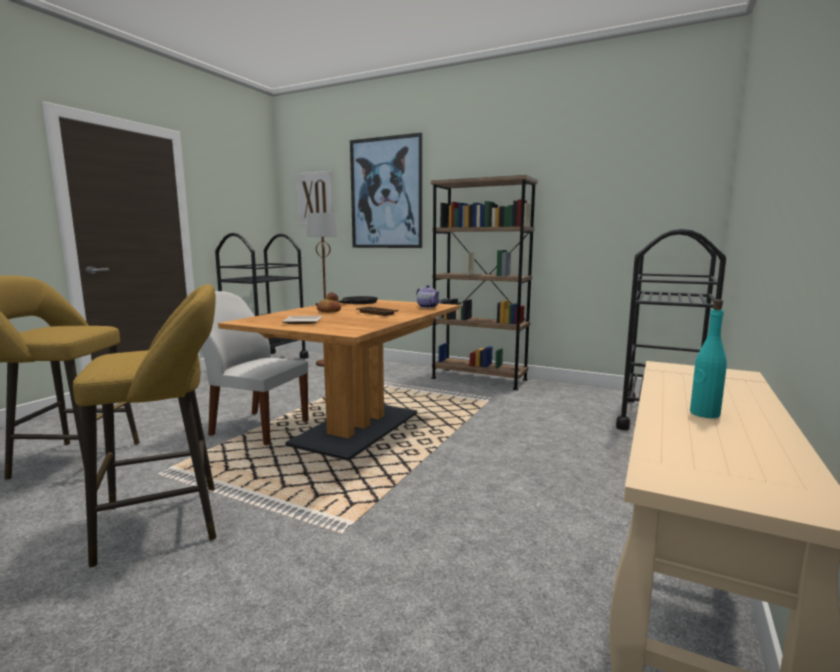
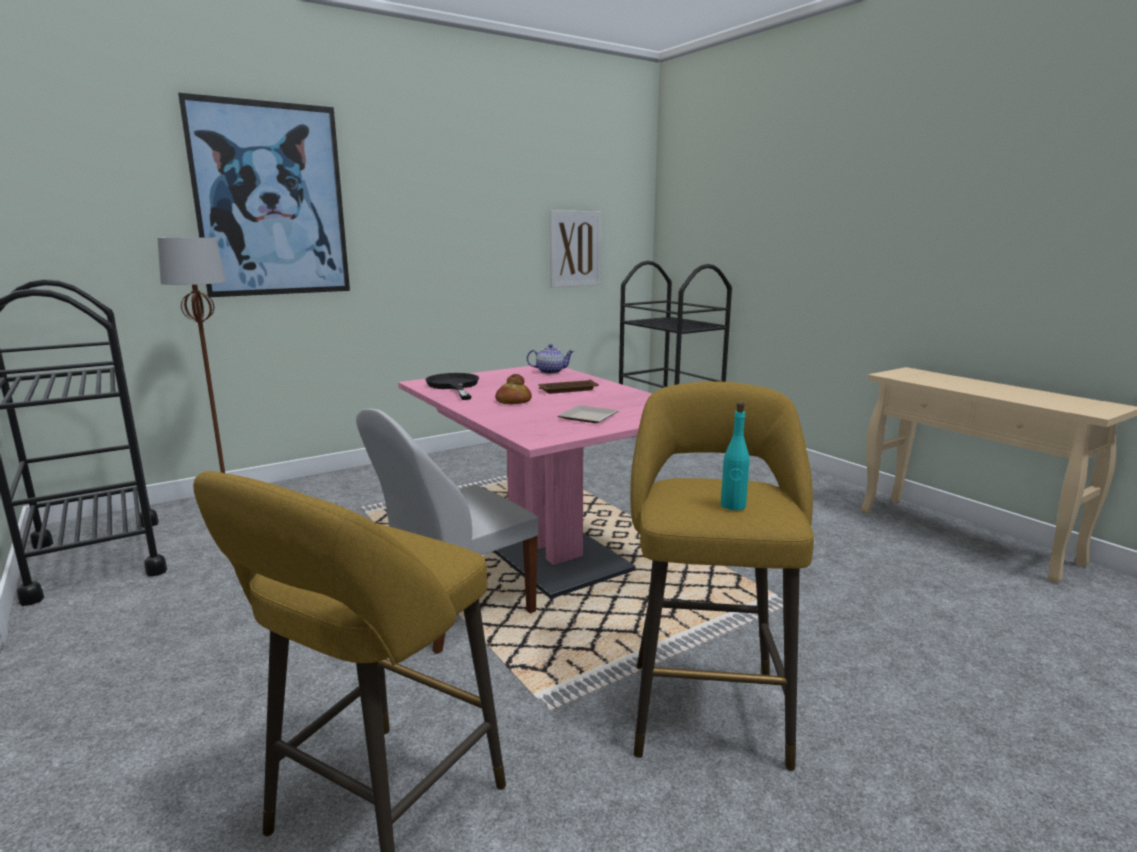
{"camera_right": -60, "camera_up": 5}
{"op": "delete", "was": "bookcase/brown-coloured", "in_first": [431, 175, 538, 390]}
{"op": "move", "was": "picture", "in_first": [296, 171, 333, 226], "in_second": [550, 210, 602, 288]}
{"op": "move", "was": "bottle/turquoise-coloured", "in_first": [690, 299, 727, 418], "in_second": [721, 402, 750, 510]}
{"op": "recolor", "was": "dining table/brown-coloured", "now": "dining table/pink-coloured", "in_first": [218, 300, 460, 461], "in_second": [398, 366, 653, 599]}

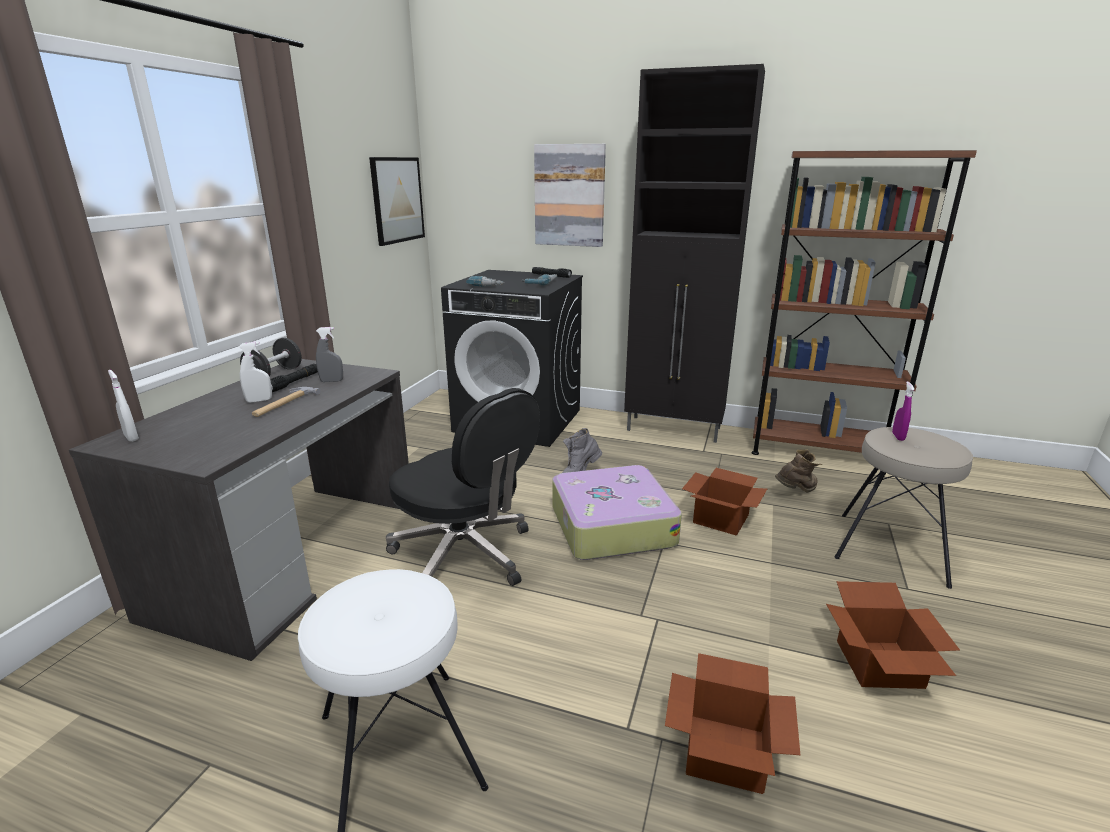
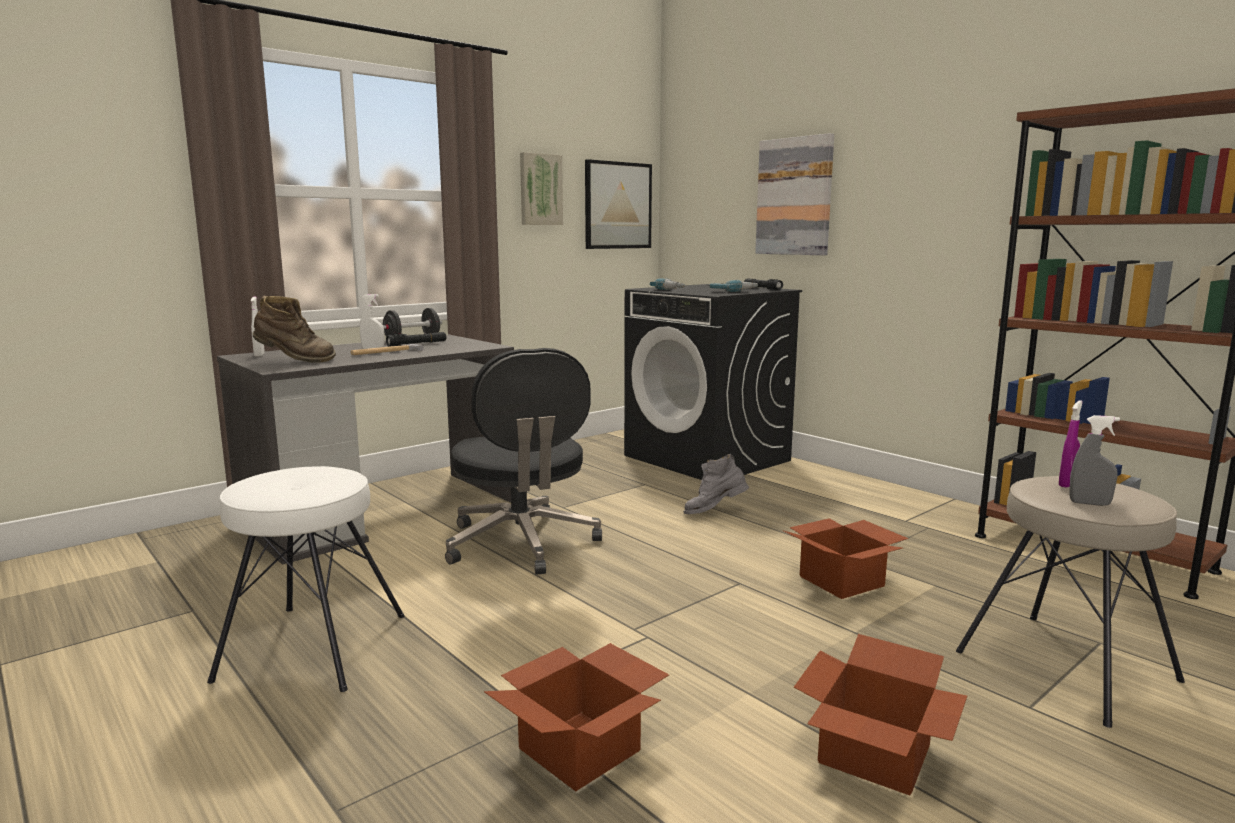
{"camera_right": 30, "camera_up": -10}
{"op": "delete", "was": "piece of luggage", "in_first": [552, 465, 682, 560]}
{"op": "delete", "was": "cabinet/blackish", "in_first": [624, 64, 765, 443]}
{"op": "insert", "now": "picture", "in_second": [520, 152, 563, 225]}
{"op": "move", "was": "sprayer/gray", "in_first": [316, 327, 343, 382], "in_second": [1070, 415, 1120, 506]}
{"op": "move", "was": "boot/brown-coloured", "in_first": [775, 449, 822, 493], "in_second": [253, 295, 336, 363]}

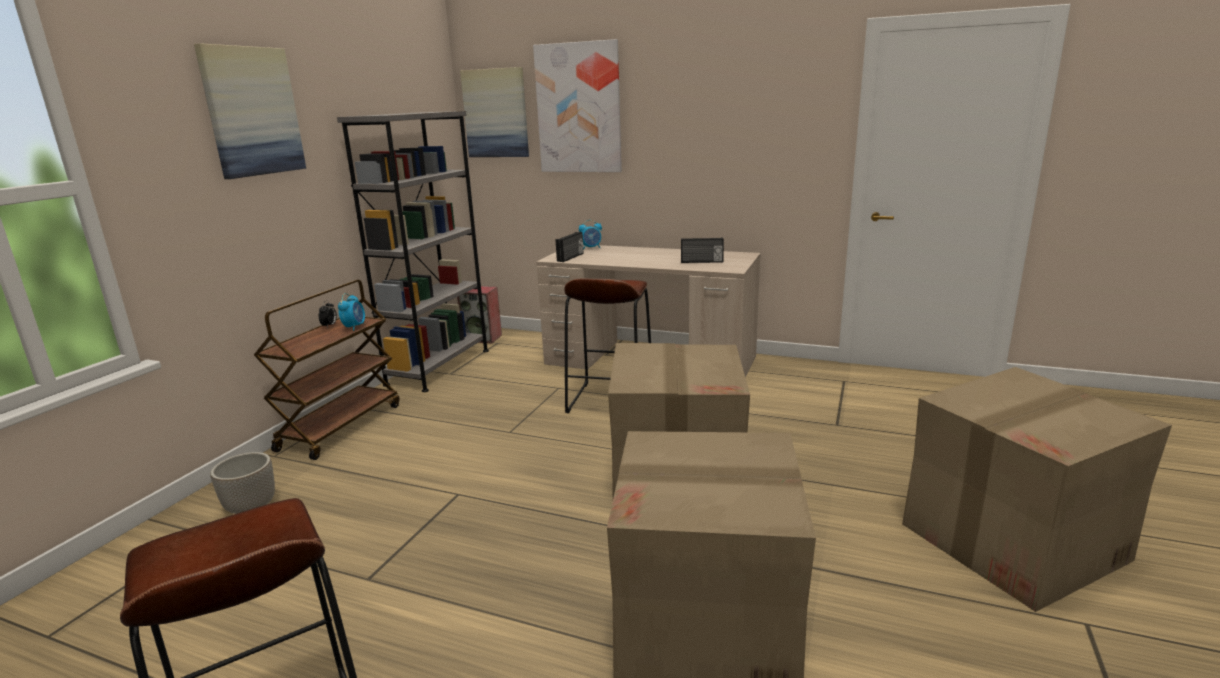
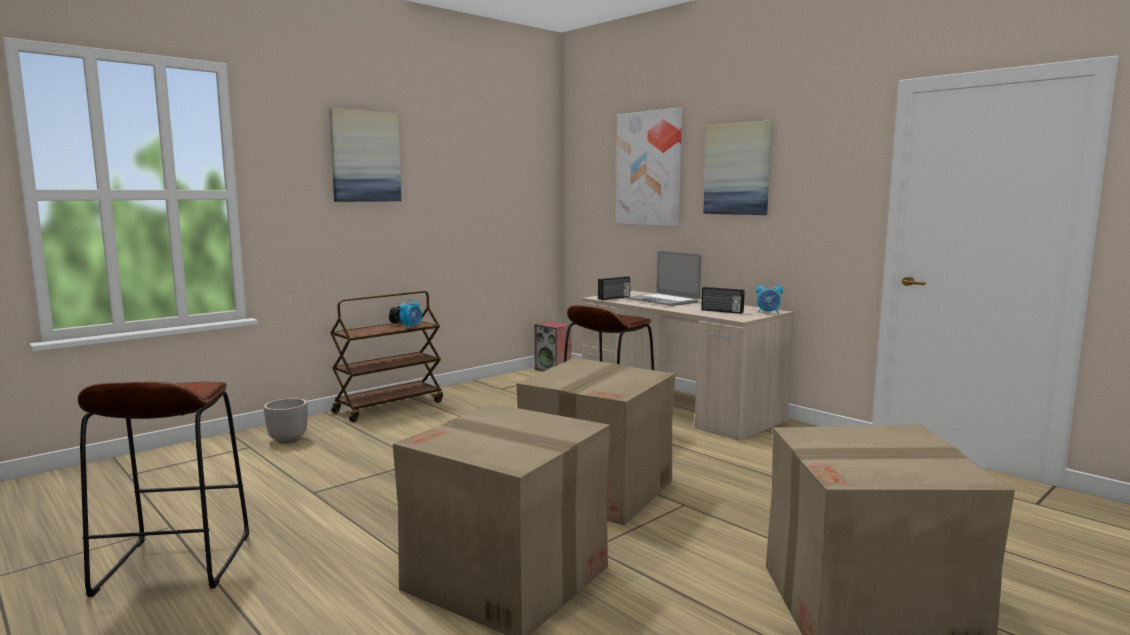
{"camera_right": 25, "camera_up": -10}
{"op": "delete", "was": "bookcase/gray", "in_first": [337, 111, 489, 392]}
{"op": "insert", "now": "notebook computer", "in_second": [627, 251, 702, 306]}
{"op": "move", "was": "picture", "in_first": [460, 67, 529, 157], "in_second": [703, 120, 772, 215]}
{"op": "move", "was": "alarm clock", "in_first": [579, 220, 602, 250], "in_second": [756, 281, 783, 313]}

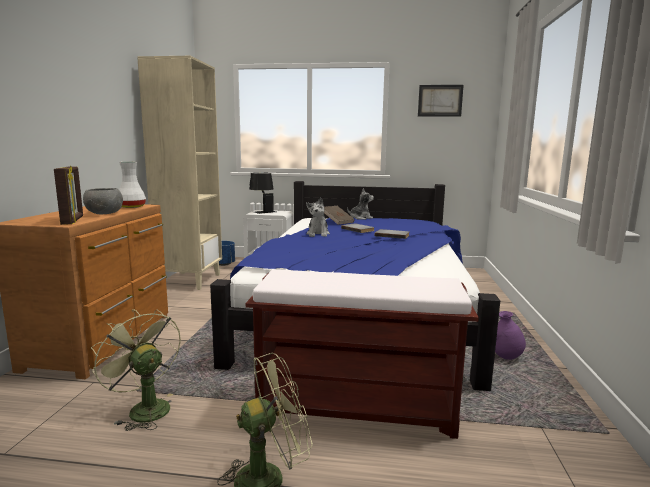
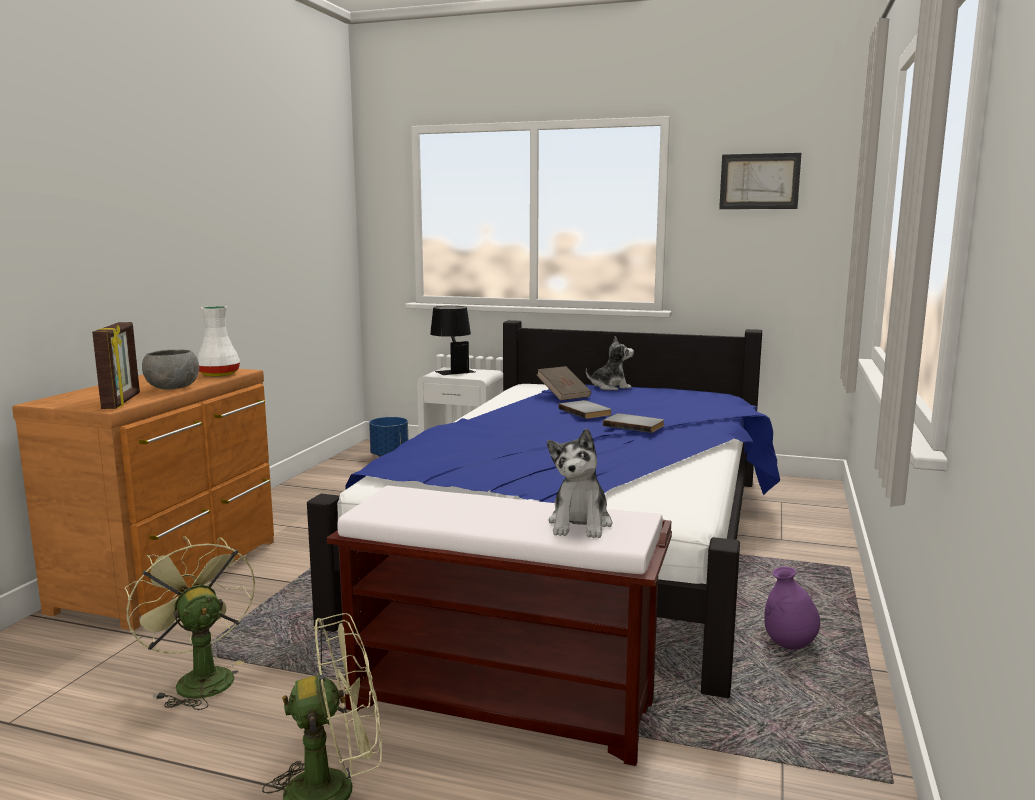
{"camera_right": 10, "camera_up": 0}
{"op": "delete", "was": "bookcase/sand-coloured", "in_first": [137, 56, 222, 290]}
{"op": "move", "was": "soft toy", "in_first": [306, 197, 330, 237], "in_second": [547, 429, 613, 538]}

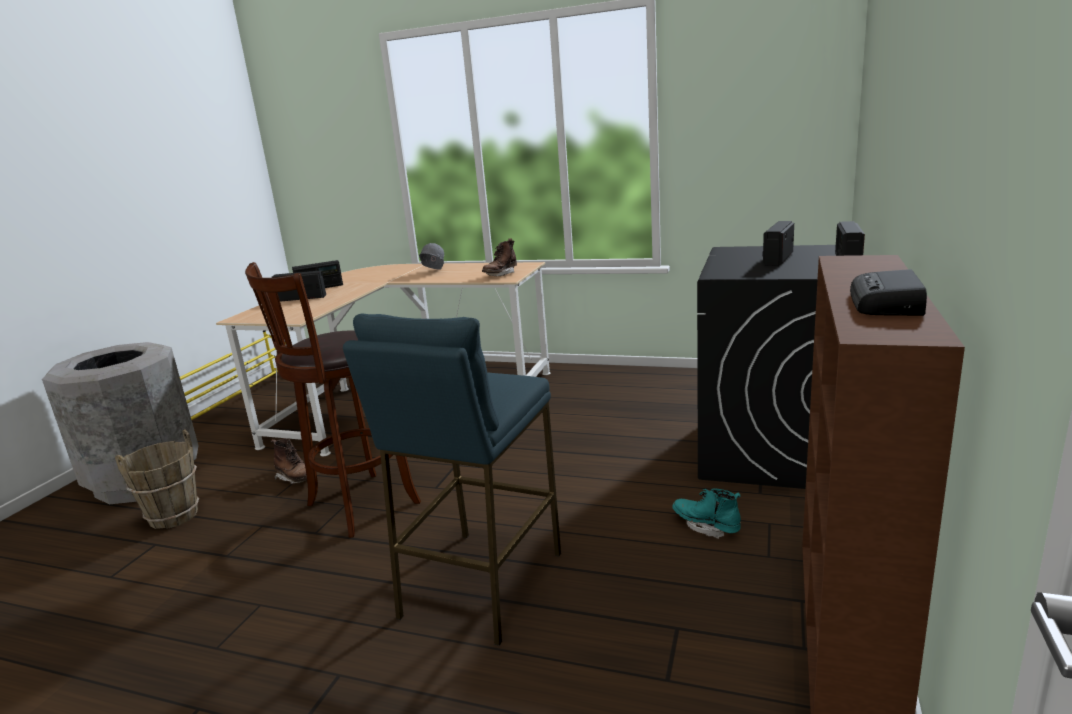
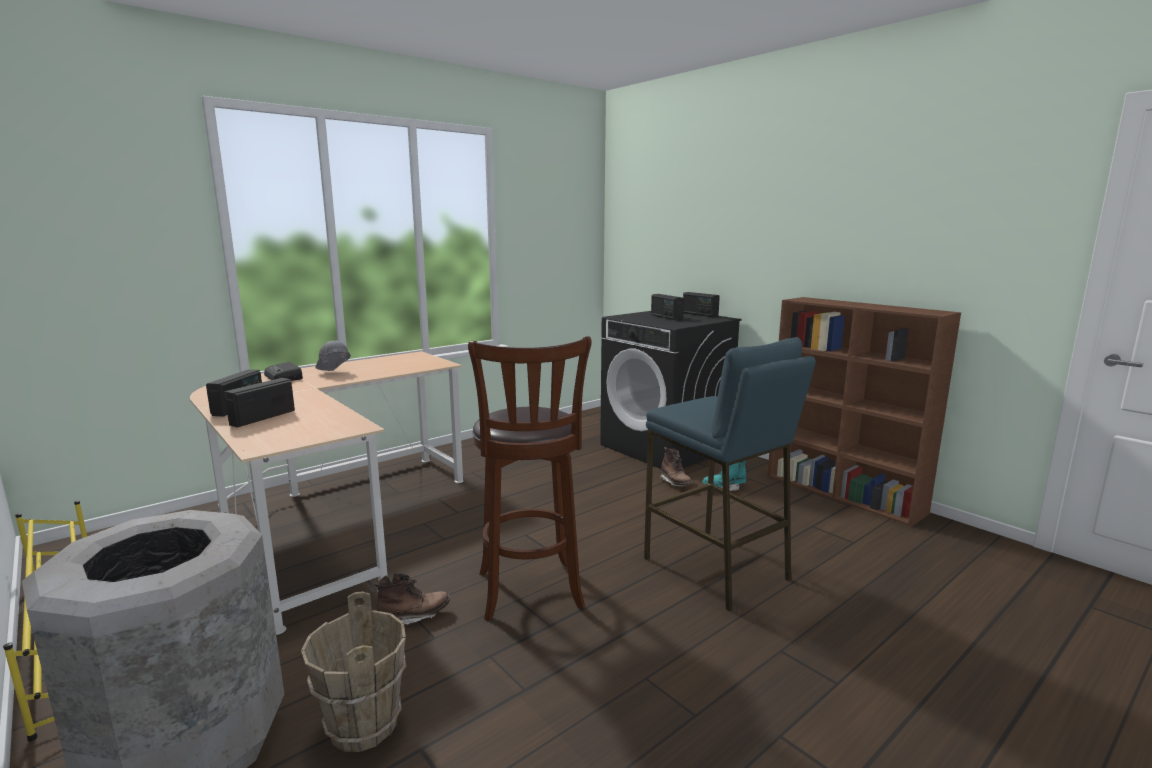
{"camera_right": -60, "camera_up": -5}
{"op": "move", "was": "boot/brown-coloured", "in_first": [482, 238, 517, 276], "in_second": [660, 447, 692, 487]}
{"op": "move", "was": "radio receiver", "in_first": [850, 269, 927, 316], "in_second": [264, 362, 303, 381]}

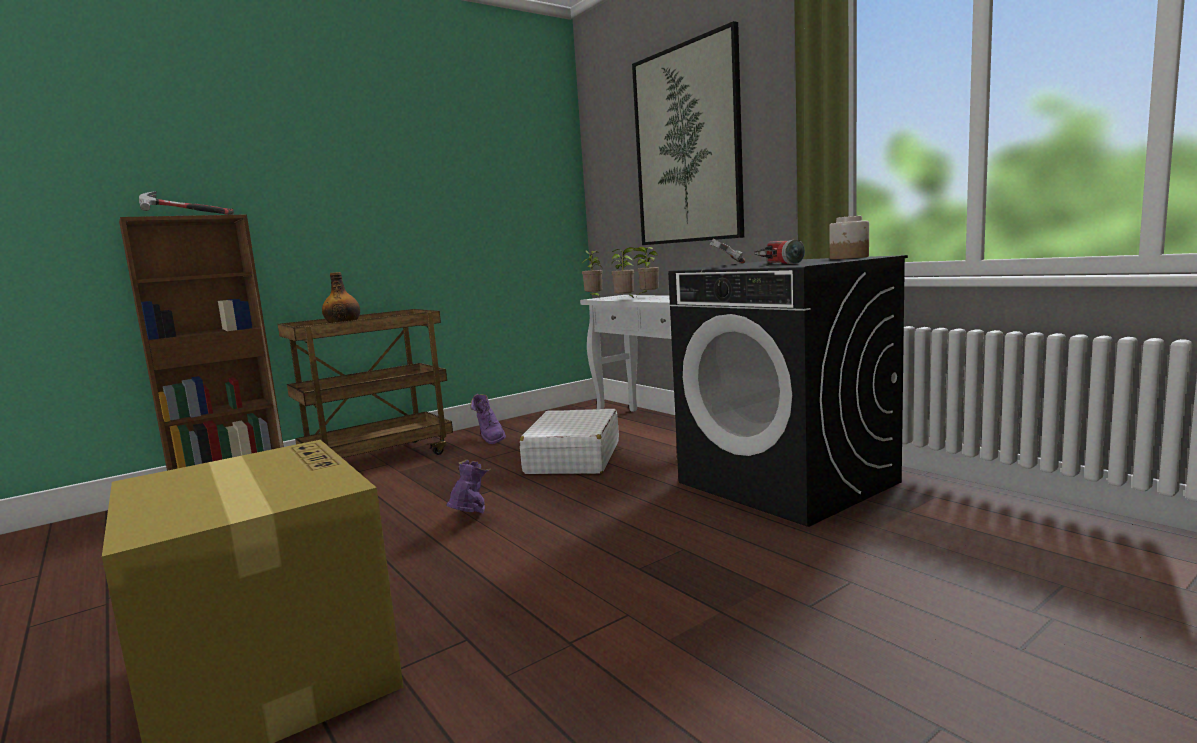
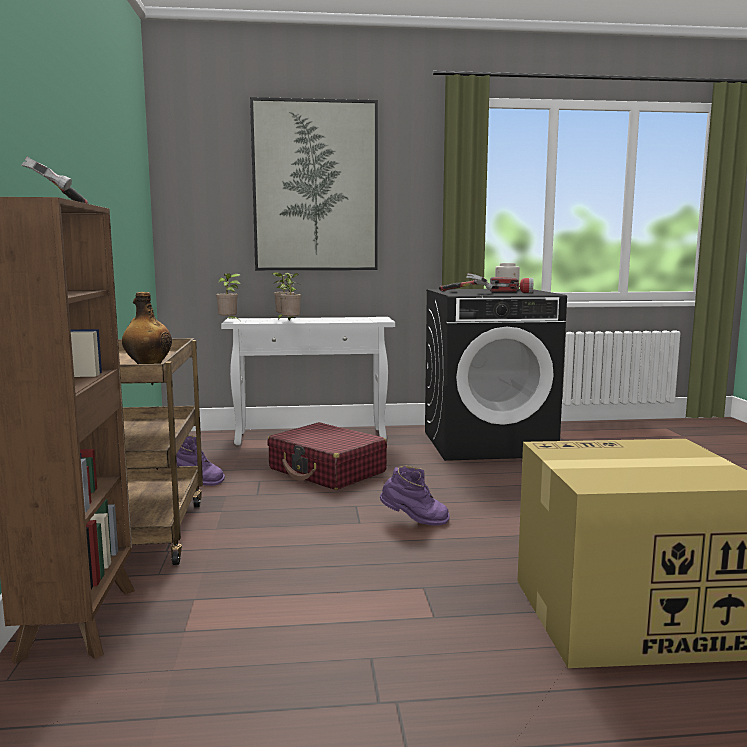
{"camera_right": -60, "camera_up": 0}
{"op": "recolor", "was": "piece of luggage/whitish", "now": "piece of luggage/red-coloured", "in_first": [520, 409, 619, 474], "in_second": [267, 422, 387, 490]}
{"op": "rotate", "was": "boot/purplish", "in_first": [446, 460, 491, 513], "in_second": [380, 466, 450, 525], "clockwise": 150}

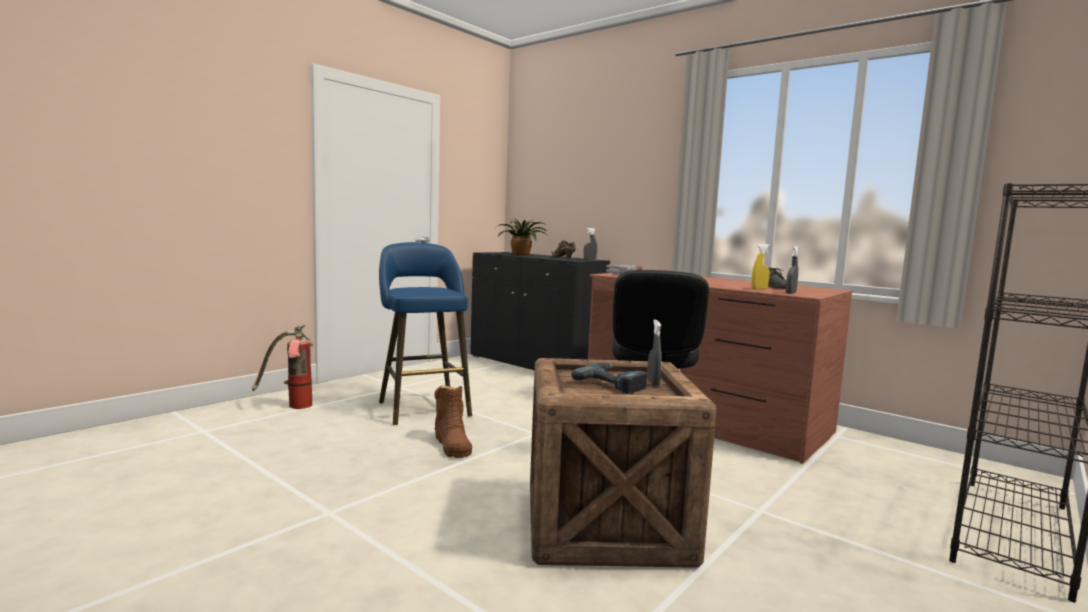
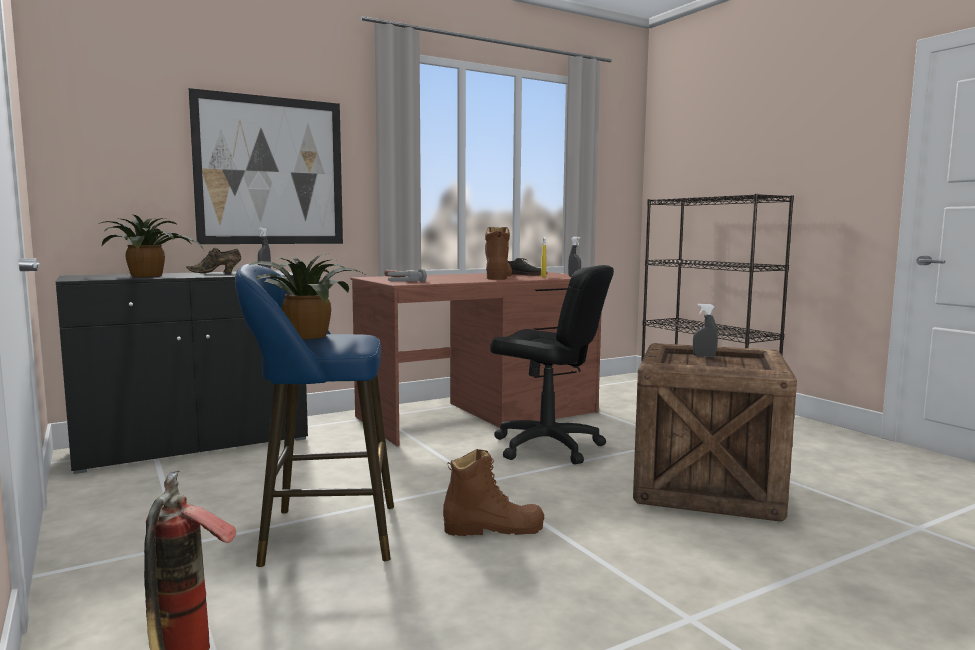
{"camera_right": -70, "camera_up": 0}
{"op": "delete", "was": "drill", "in_first": [571, 363, 648, 394]}
{"op": "insert", "now": "picture", "in_second": [189, 88, 343, 244]}
{"op": "insert", "now": "plant in a pot", "in_second": [249, 253, 364, 339]}
{"op": "insert", "now": "boot/brown-coloured", "in_second": [485, 227, 512, 280]}

